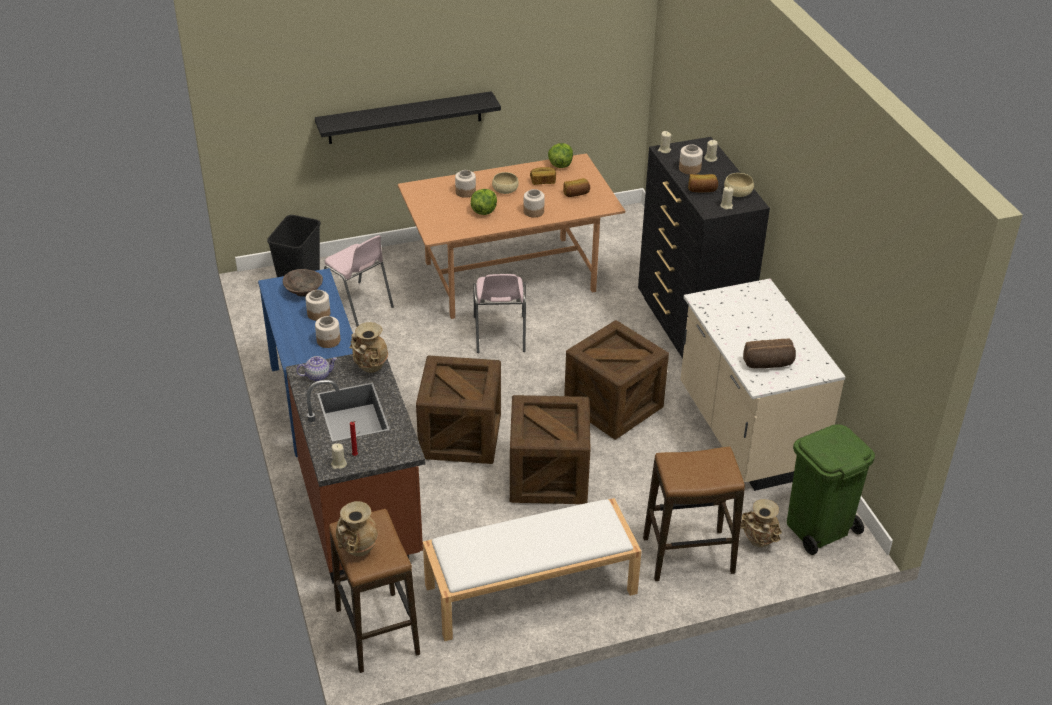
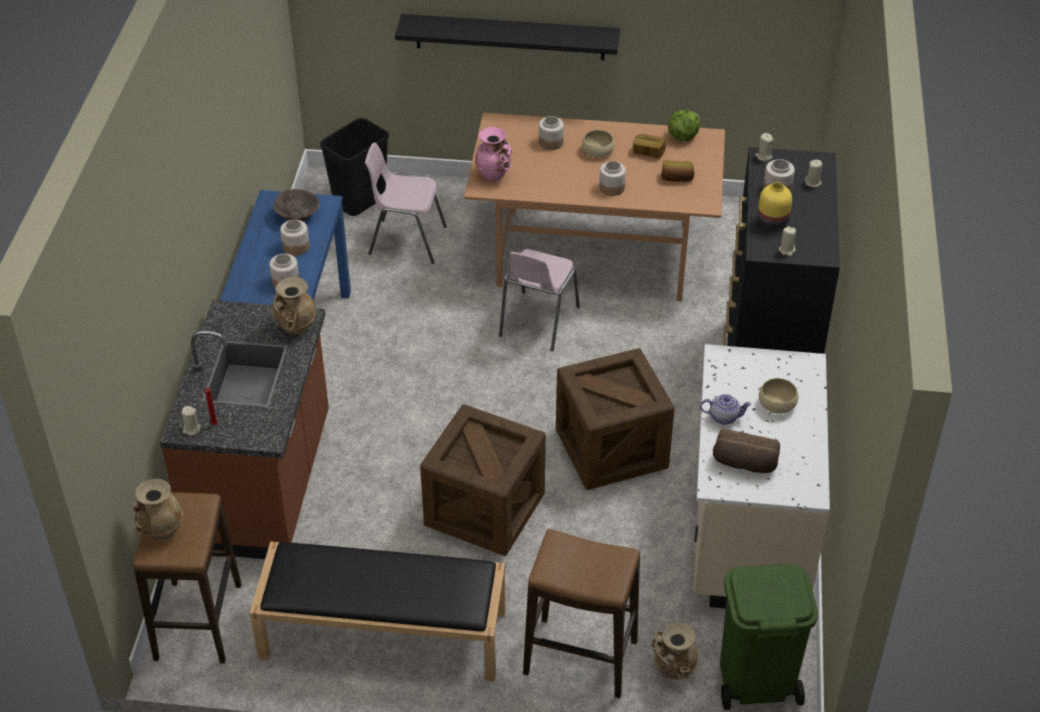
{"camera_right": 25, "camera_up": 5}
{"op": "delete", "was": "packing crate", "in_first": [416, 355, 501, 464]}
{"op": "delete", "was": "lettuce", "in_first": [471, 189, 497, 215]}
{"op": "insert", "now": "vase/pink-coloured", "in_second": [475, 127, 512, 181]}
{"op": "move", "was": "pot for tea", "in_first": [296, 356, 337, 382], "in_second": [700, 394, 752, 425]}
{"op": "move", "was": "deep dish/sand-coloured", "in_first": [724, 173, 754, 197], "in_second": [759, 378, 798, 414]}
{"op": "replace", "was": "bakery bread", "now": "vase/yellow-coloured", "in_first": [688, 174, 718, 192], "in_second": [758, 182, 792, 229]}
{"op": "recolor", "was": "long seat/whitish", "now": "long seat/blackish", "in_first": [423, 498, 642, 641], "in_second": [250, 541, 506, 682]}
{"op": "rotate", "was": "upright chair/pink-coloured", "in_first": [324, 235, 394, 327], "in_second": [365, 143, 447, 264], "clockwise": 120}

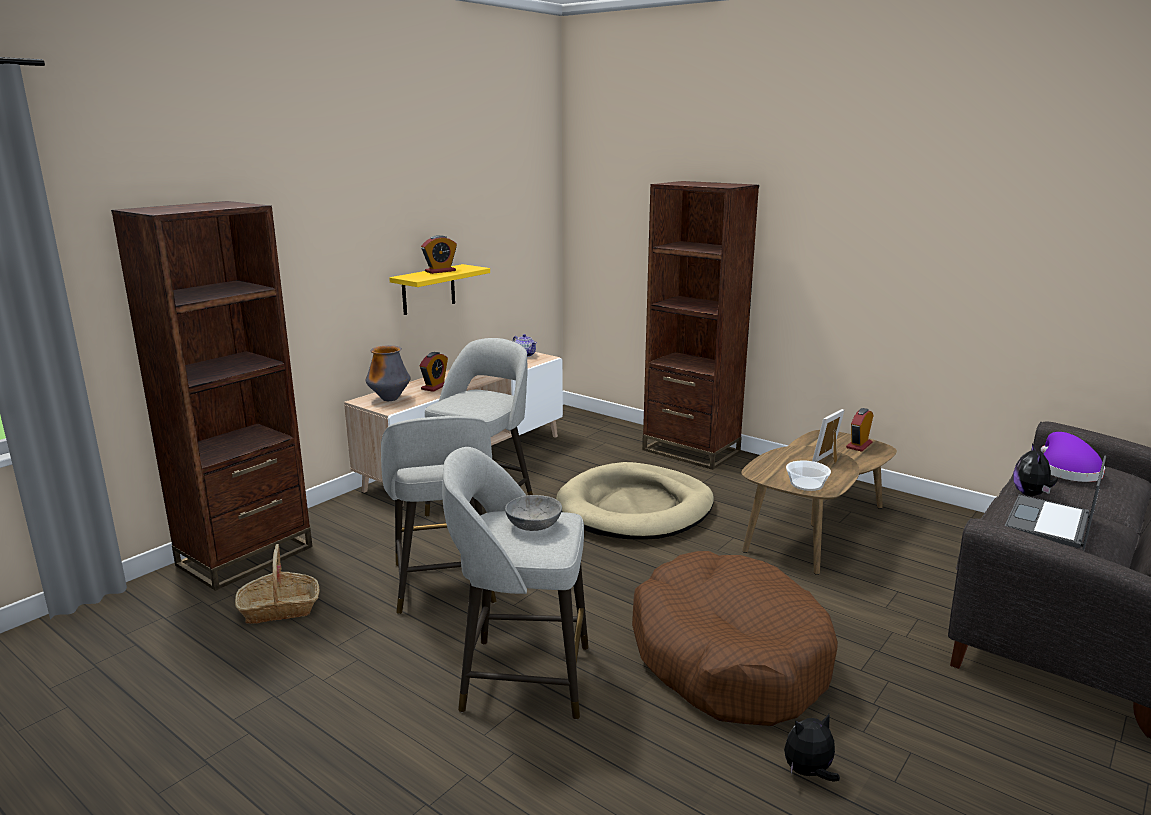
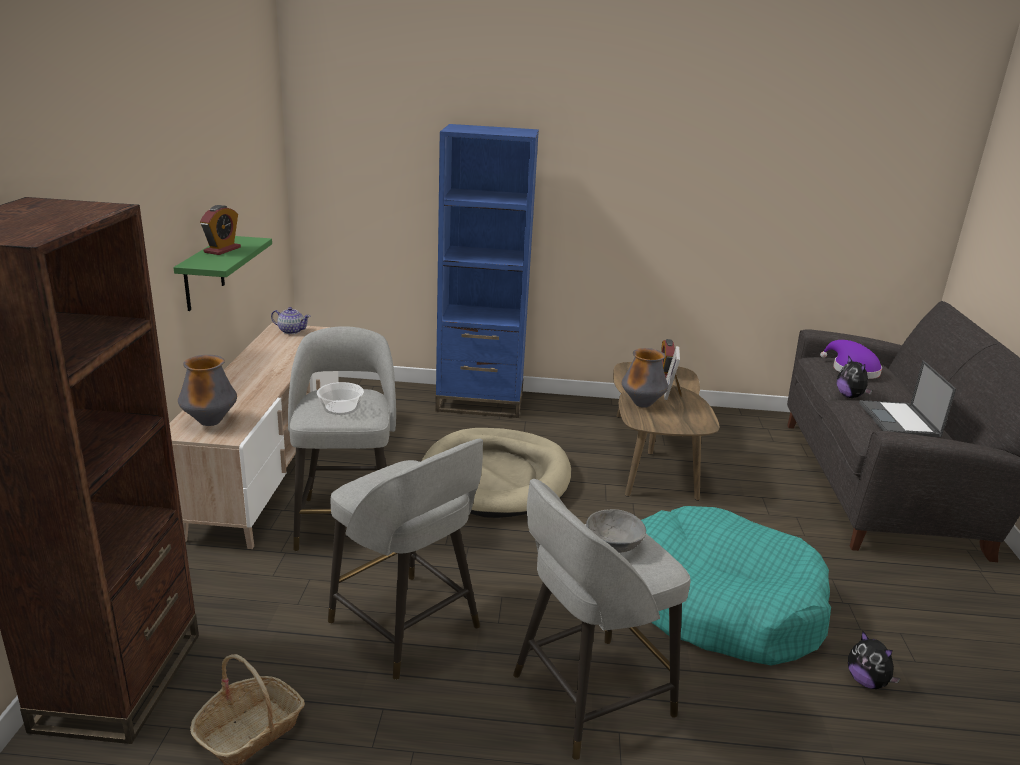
{"camera_right": -35, "camera_up": 5}
{"op": "delete", "was": "alarm clock", "in_first": [420, 352, 448, 392]}
{"op": "insert", "now": "vase", "in_second": [622, 348, 668, 408]}
{"op": "move", "was": "deep dish", "in_first": [786, 460, 831, 491], "in_second": [317, 382, 364, 415]}
{"op": "recolor", "was": "shelf/yellow-coloured", "now": "shelf/green", "in_first": [389, 264, 490, 315], "in_second": [173, 236, 272, 311]}
{"op": "recolor", "was": "dog bed/brown-coloured", "now": "dog bed/turquoise-coloured", "in_first": [632, 551, 838, 726], "in_second": [641, 506, 831, 665]}
{"op": "recolor", "was": "bookcase/brown-coloured", "now": "bookcase/blue", "in_first": [642, 181, 759, 470], "in_second": [435, 124, 539, 418]}
{"op": "rotate", "was": "soft toy", "in_first": [784, 714, 840, 782], "in_second": [848, 631, 901, 689], "clockwise": -75}

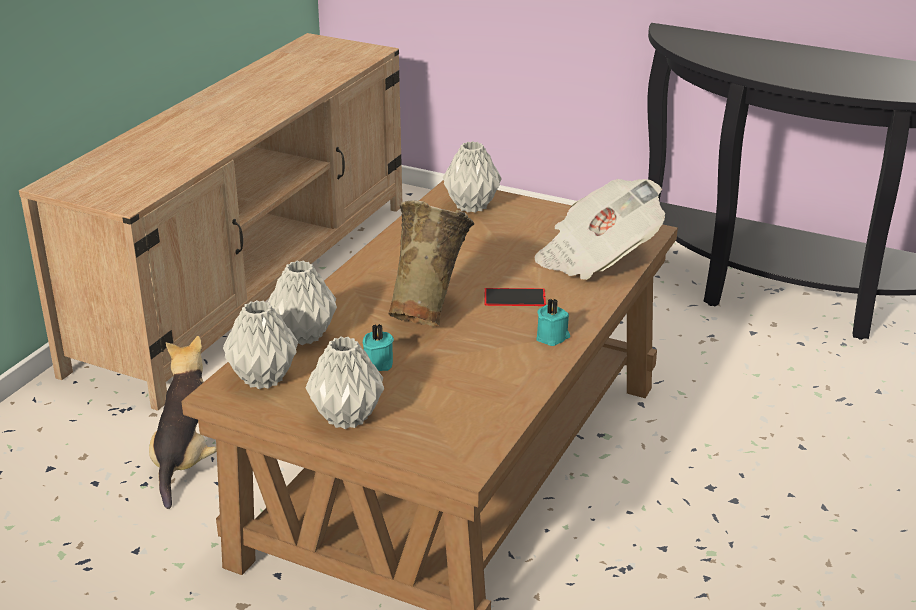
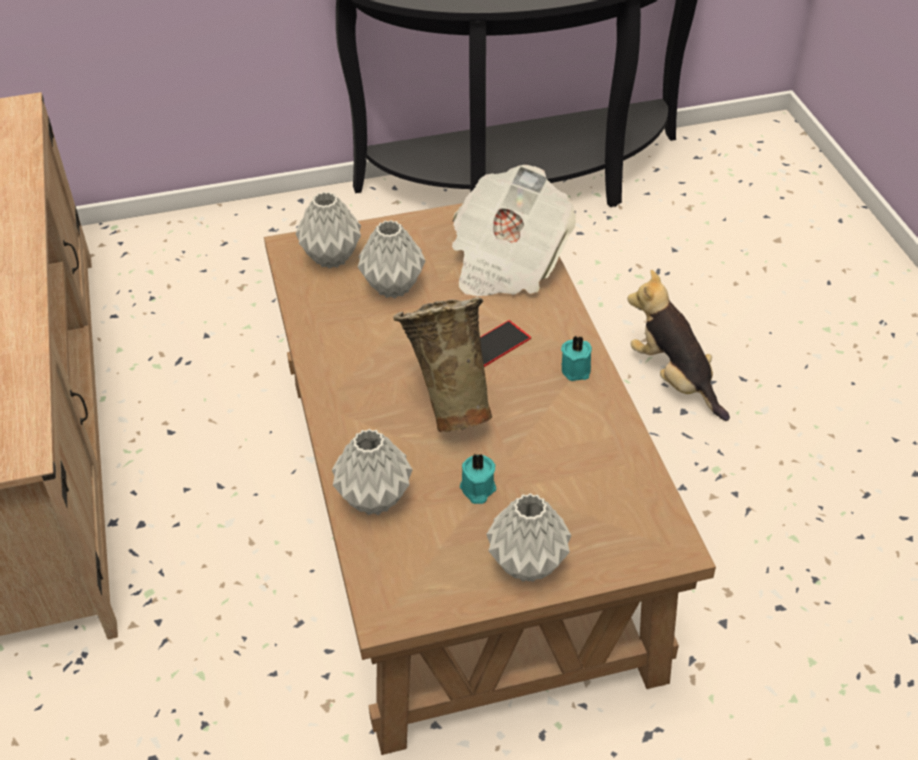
{"camera_right": -40, "camera_up": 15}
{"op": "move", "was": "soft toy", "in_first": [149, 336, 217, 509], "in_second": [627, 270, 730, 421]}
{"op": "move", "was": "vase/gray", "in_first": [223, 300, 298, 389], "in_second": [358, 220, 425, 298]}

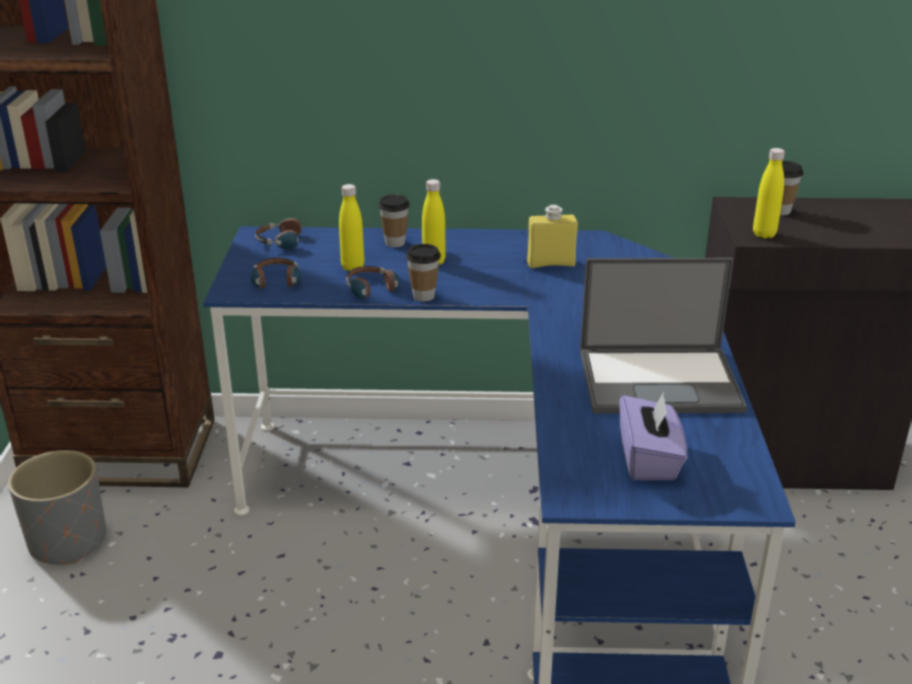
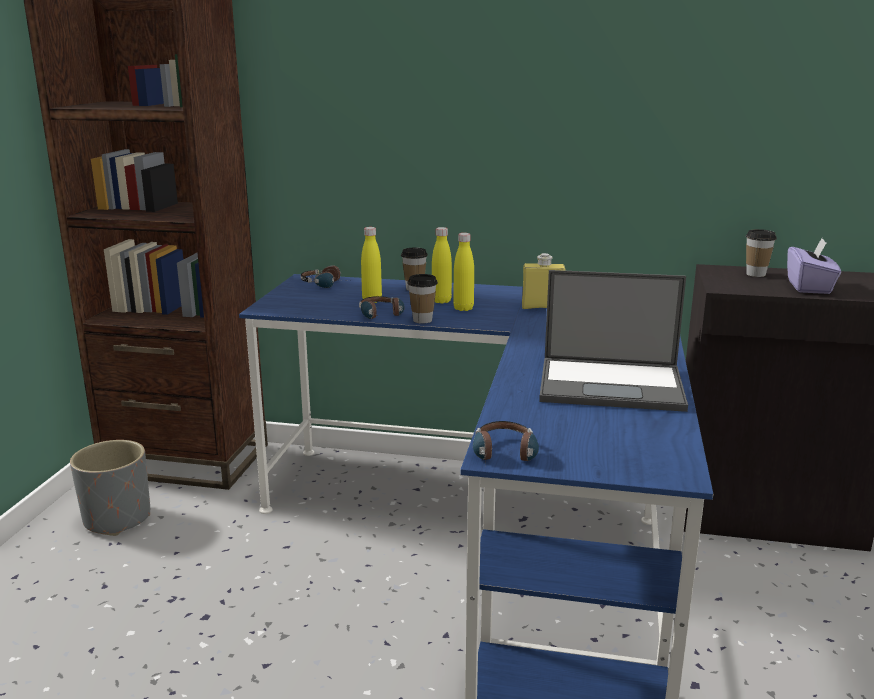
{"camera_right": 10, "camera_up": -10}
{"op": "move", "was": "pair of headphones", "in_first": [251, 258, 301, 288], "in_second": [473, 421, 539, 463]}
{"op": "move", "was": "tissue box/purplish", "in_first": [619, 392, 687, 480], "in_second": [787, 238, 841, 294]}
{"op": "move", "was": "bottle/yellow-coloured", "in_first": [753, 148, 785, 238], "in_second": [453, 233, 474, 311]}

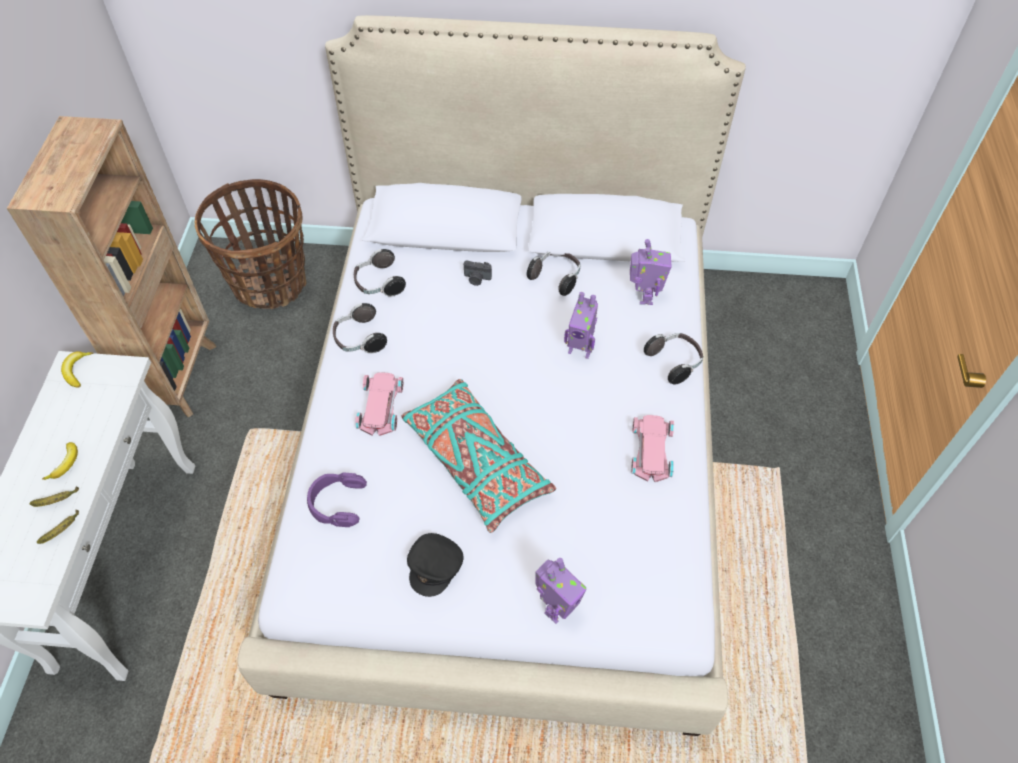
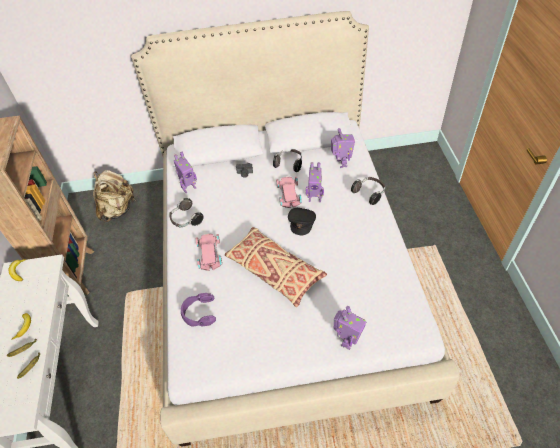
{"camera_right": -10, "camera_up": -5}
{"op": "move", "was": "baseball cap/blackish", "in_first": [407, 533, 464, 597], "in_second": [288, 208, 316, 235]}
{"op": "move", "was": "model car/pink-coloured", "in_first": [631, 415, 674, 482], "in_second": [276, 177, 302, 208]}
{"op": "replace", "was": "storage basket", "now": "knapsack/sand-coloured", "in_first": [195, 179, 307, 309], "in_second": [93, 170, 136, 222]}
{"op": "replace", "was": "pair of headphones", "now": "toy robot", "in_first": [354, 249, 406, 297], "in_second": [174, 152, 197, 193]}
{"op": "recolor", "was": "pillow/turquoise-coloured", "now": "pillow/sand-coloured", "in_first": [402, 379, 556, 533], "in_second": [225, 227, 327, 307]}

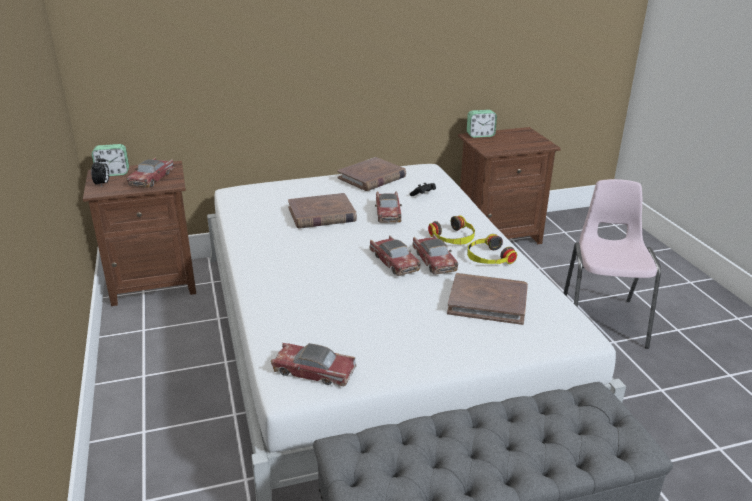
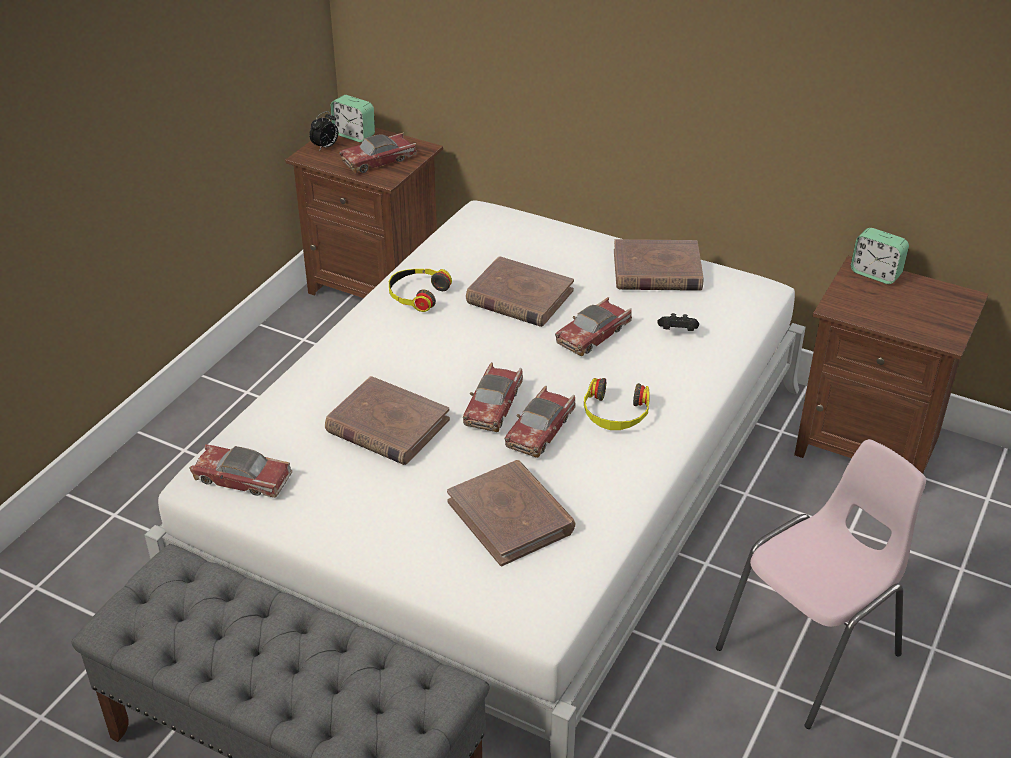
{"camera_right": 45, "camera_up": 10}
{"op": "insert", "now": "volume/brown-coloured", "in_second": [325, 376, 450, 465]}
{"op": "move", "was": "pair of headphones", "in_first": [467, 234, 517, 264], "in_second": [389, 269, 452, 312]}
{"op": "rotate", "was": "model car", "in_first": [271, 343, 357, 386], "in_second": [189, 444, 292, 498], "clockwise": -45}

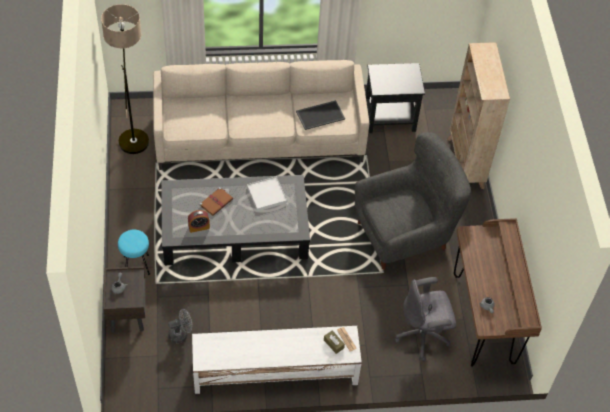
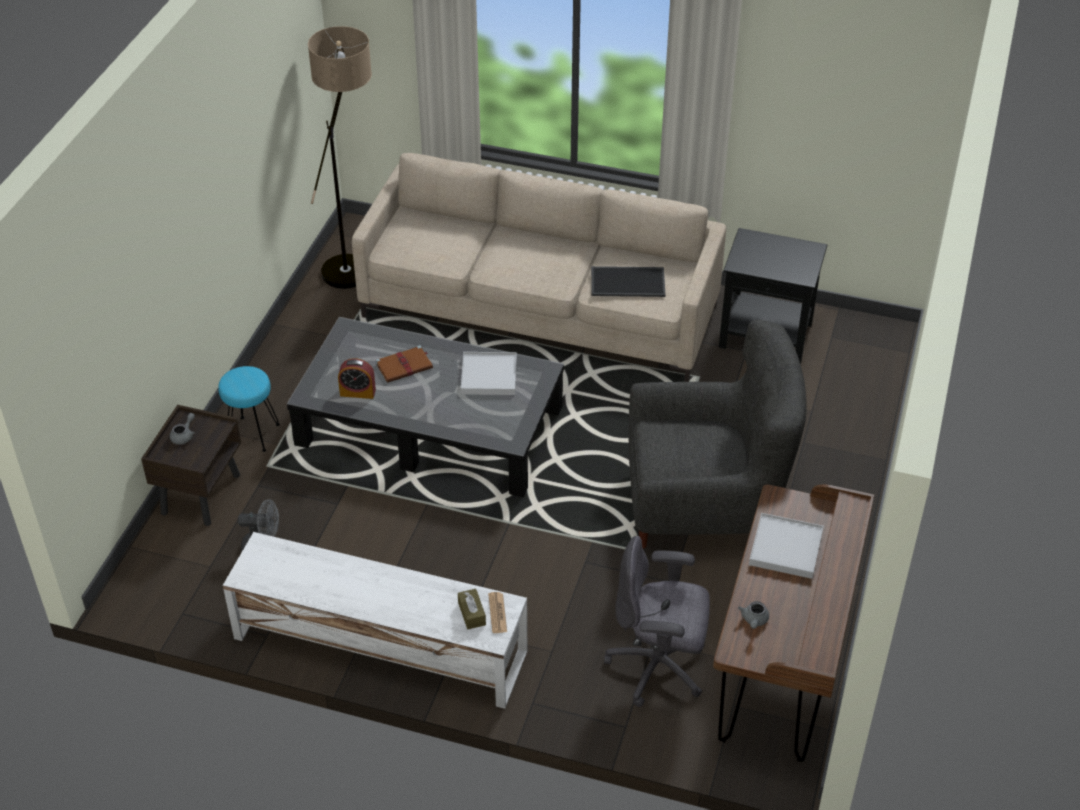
{"camera_right": 25, "camera_up": -10}
{"op": "delete", "was": "bookcase/sand-coloured", "in_first": [447, 42, 510, 189]}
{"op": "insert", "now": "serving tray/whitish", "in_second": [749, 513, 824, 579]}

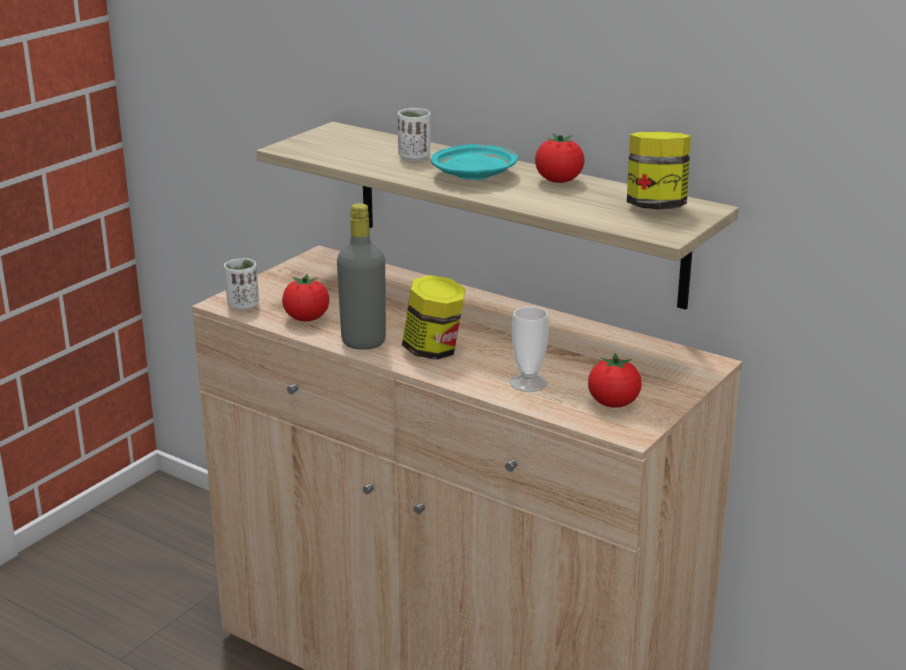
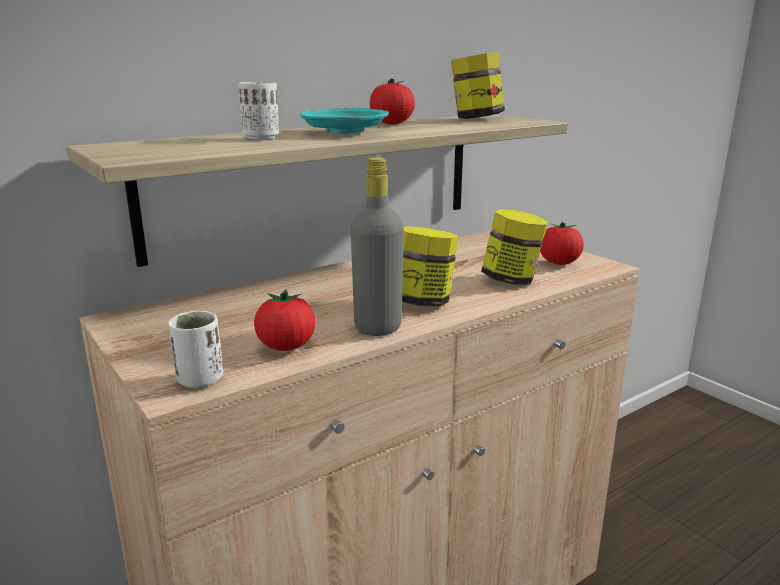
{"camera_right": -70, "camera_up": -5}
{"op": "replace", "was": "small cup", "now": "storage jar", "in_first": [510, 306, 549, 392], "in_second": [481, 209, 548, 285]}

